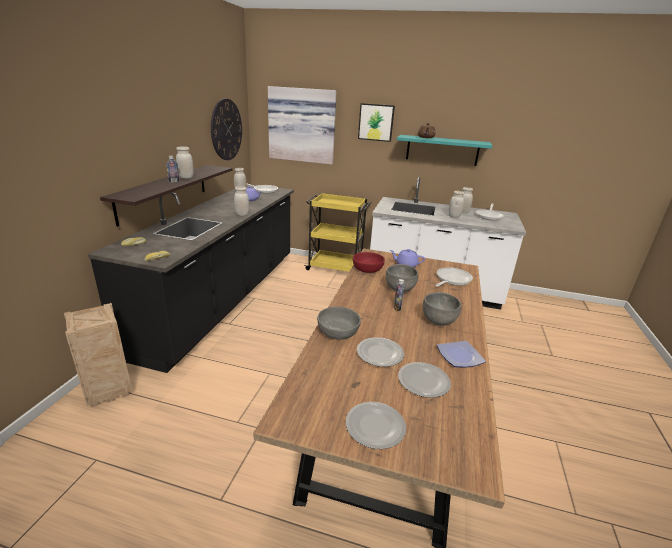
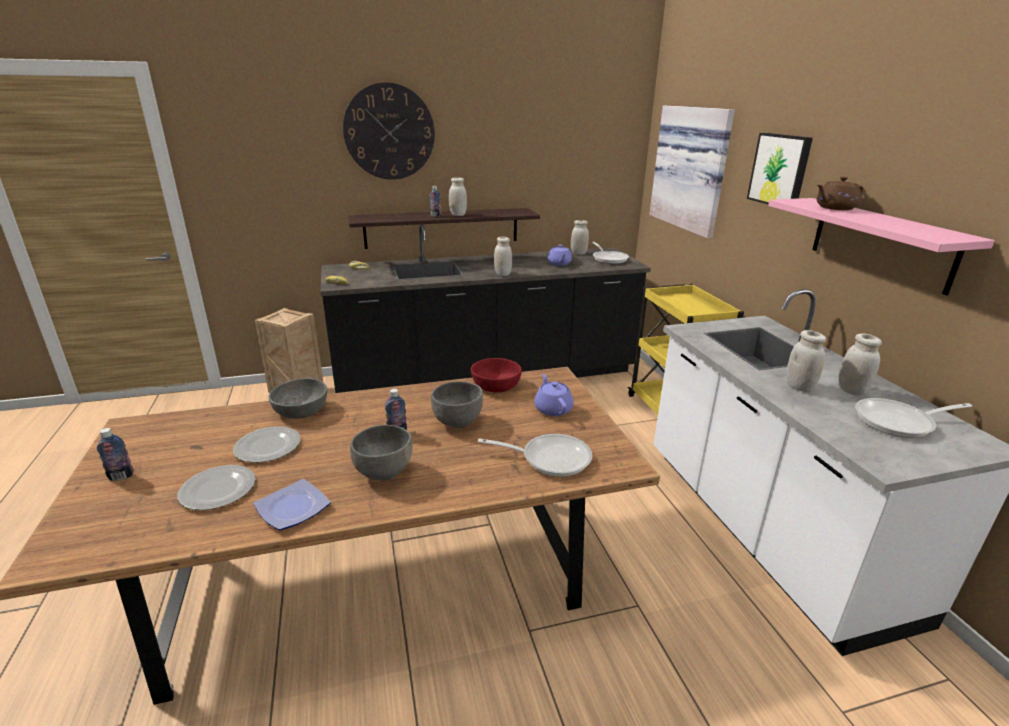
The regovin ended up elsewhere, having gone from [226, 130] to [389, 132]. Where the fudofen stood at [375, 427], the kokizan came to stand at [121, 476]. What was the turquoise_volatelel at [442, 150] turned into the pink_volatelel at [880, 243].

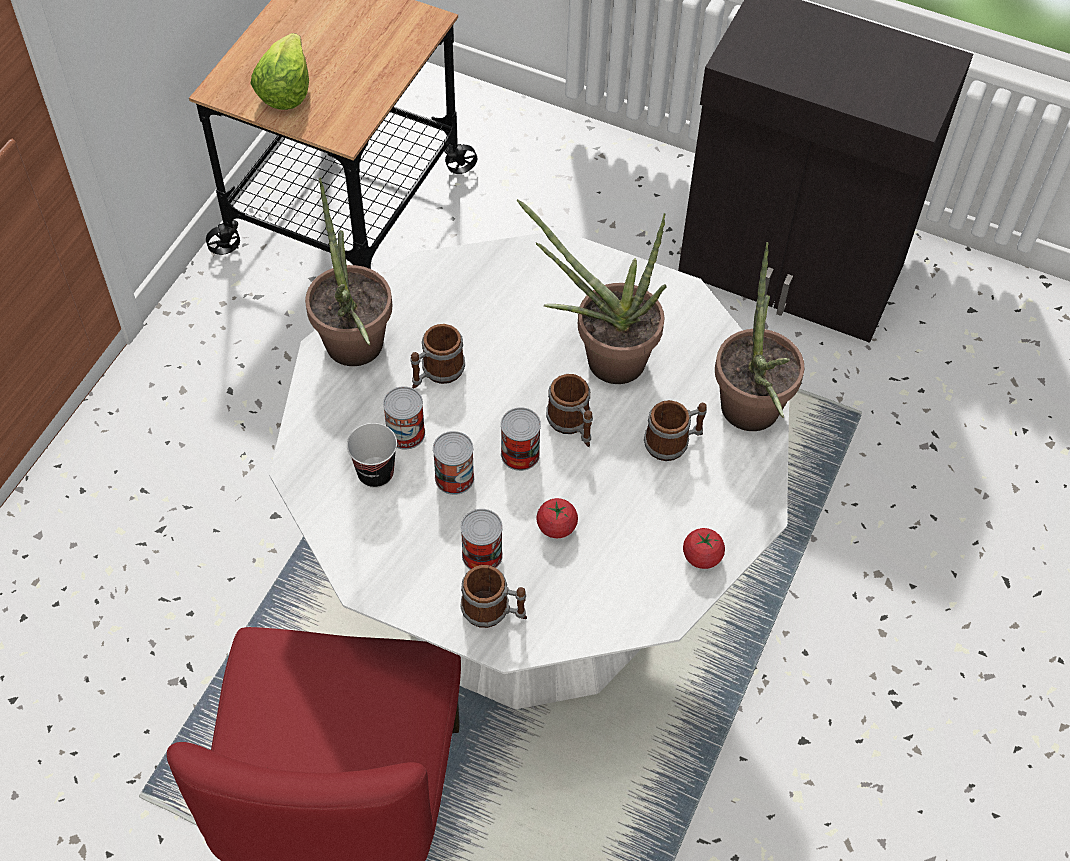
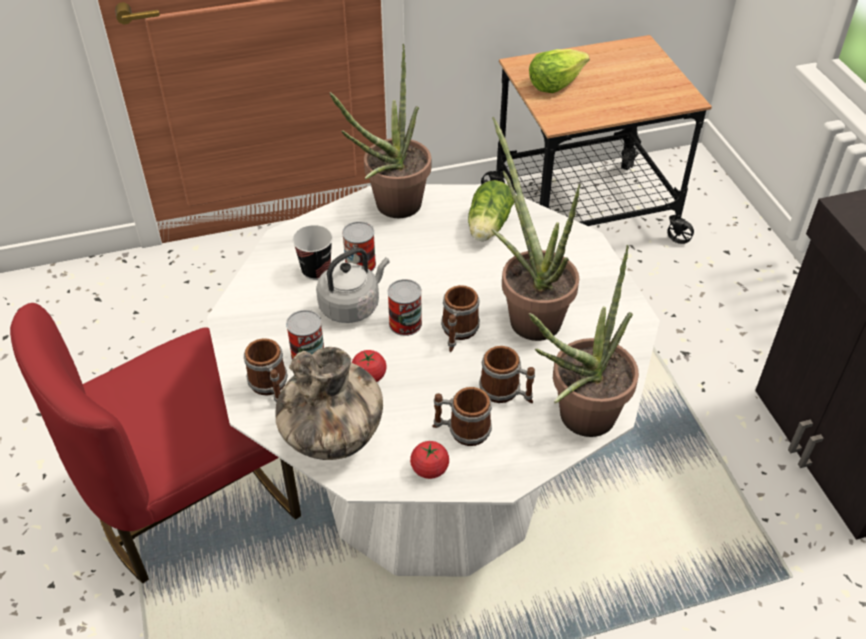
The second view gained the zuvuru at [334, 439]. The second view gained the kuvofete at [487, 227]. The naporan ended up elsewhere, having gone from [436, 373] to [461, 430]. Where the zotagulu stood at [454, 478], the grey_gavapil came to stand at [352, 305].

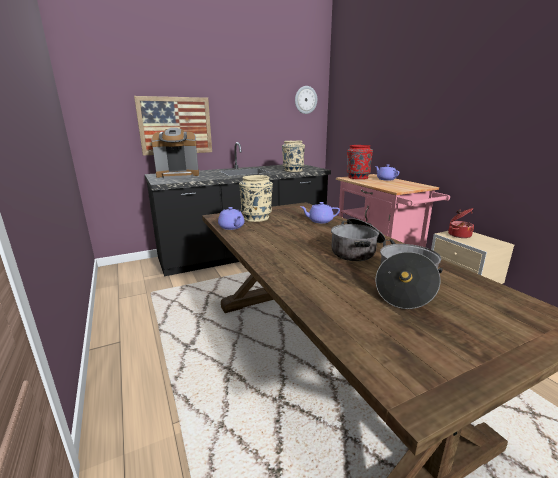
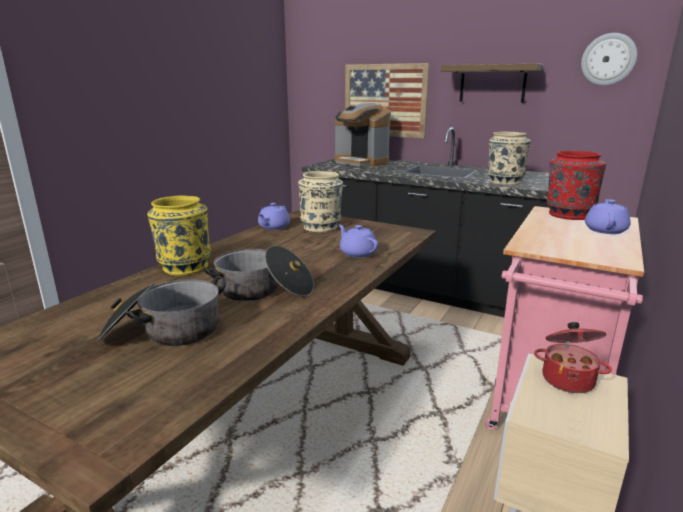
The second view gained the yellow_zuvuru at [184, 267]. The second view gained the volatelel at [492, 83].

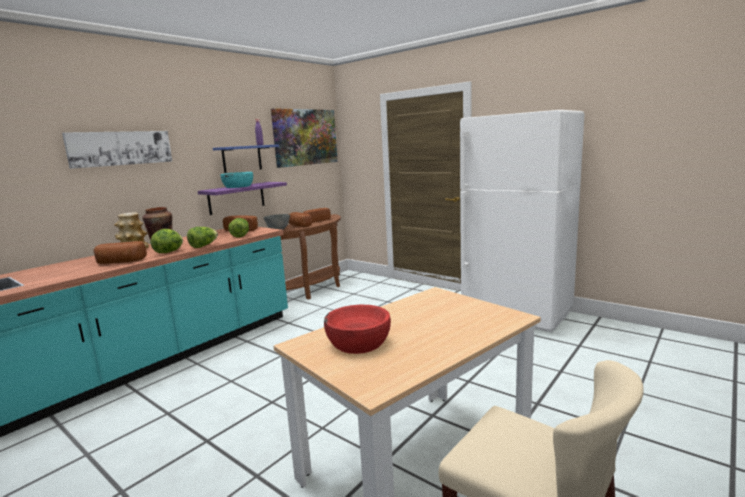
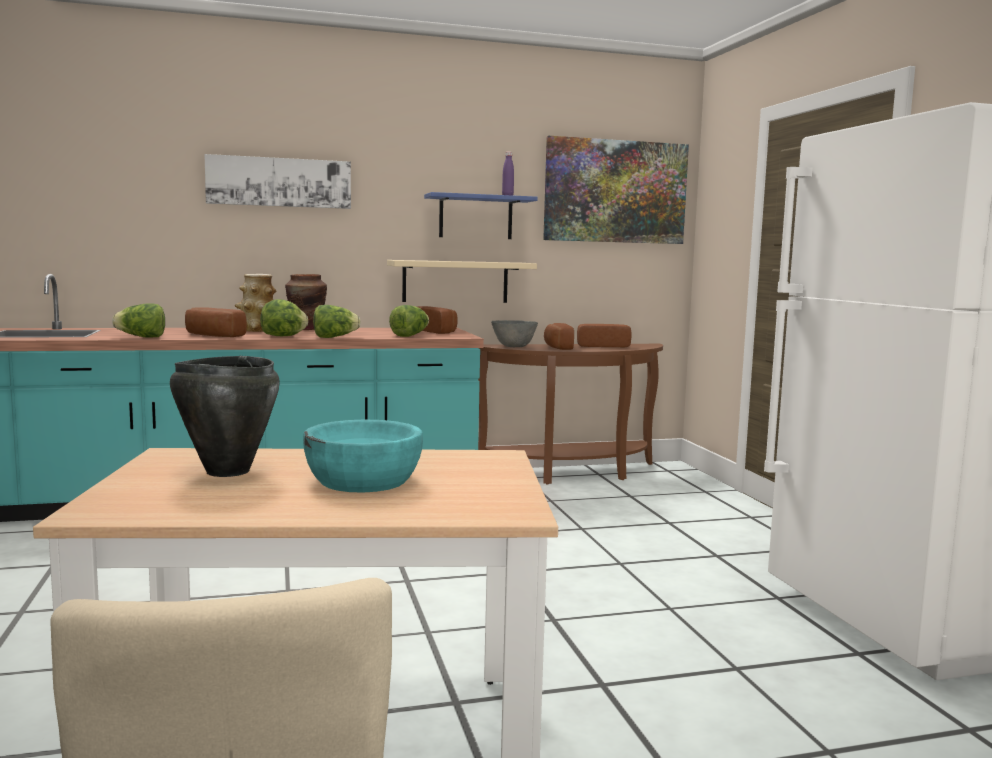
The second view gained the kuvofete at [142, 337]. The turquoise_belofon ended up elsewhere, having gone from [238, 186] to [363, 480]. Where the red_belofon stood at [358, 342], the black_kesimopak came to stand at [226, 471]. What was the purple_volatelel at [236, 198] turned into the beige_volatelel at [455, 281].

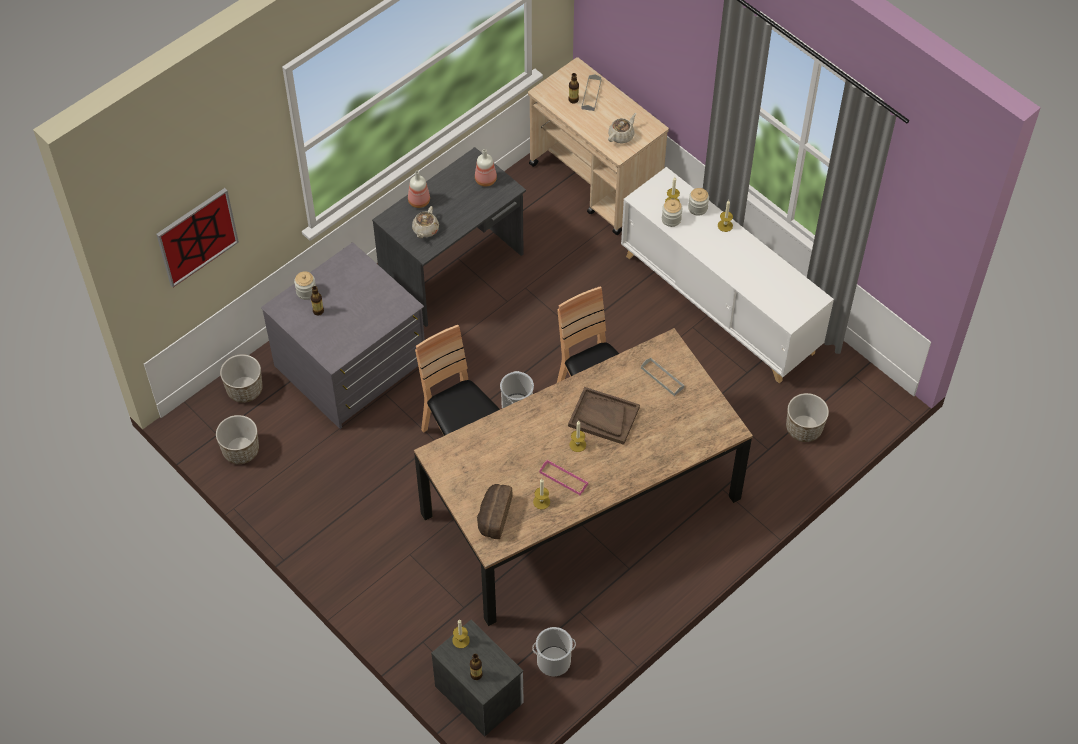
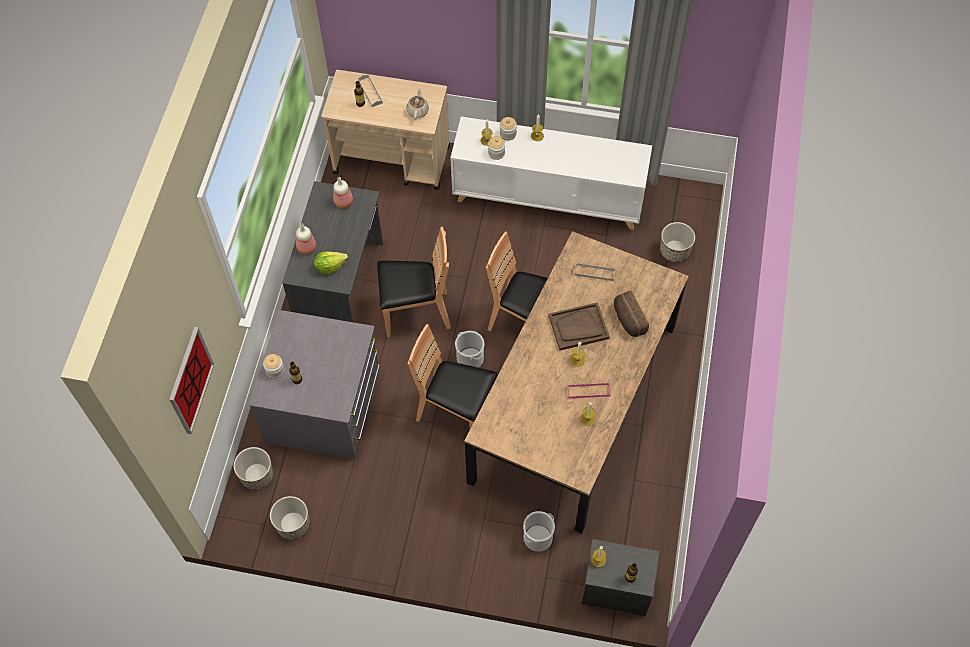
The second view gained the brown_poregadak at [415, 312]. The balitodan ended up elsewhere, having gone from [493, 516] to [628, 320]. The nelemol ended up elsewhere, having gone from [553, 661] to [538, 538]. Where the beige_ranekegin stood at [425, 230], the kuvofete came to stand at [330, 267].

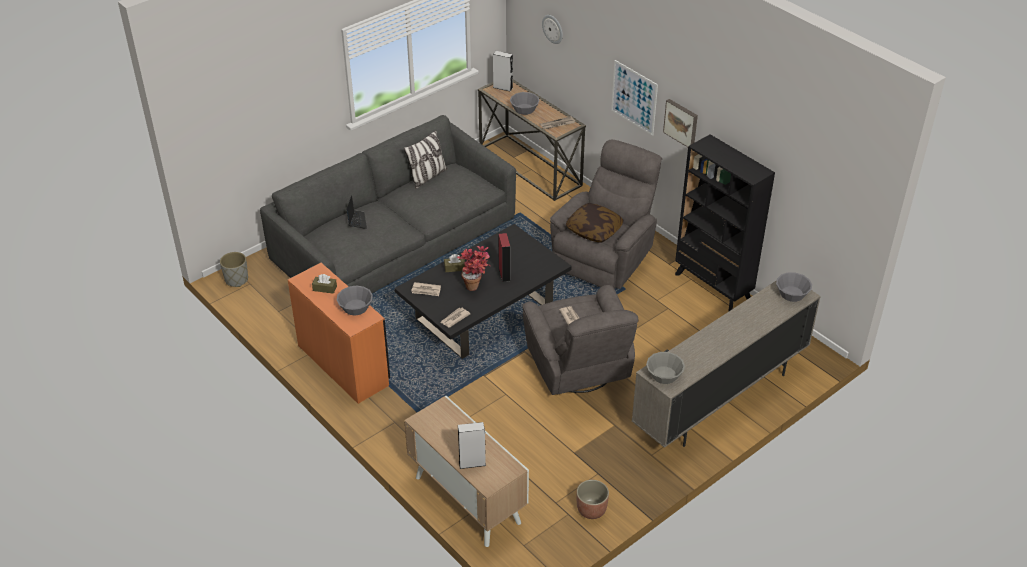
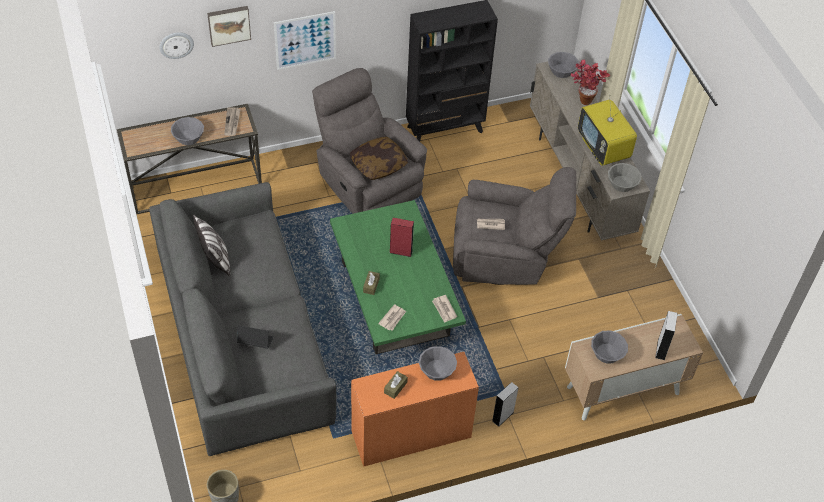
The second view lost the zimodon at [591, 510]. The second view gained the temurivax at [603, 149]. The second view gained the grey_belofon at [607, 353]. The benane ended up elsewhere, having gone from [476, 285] to [584, 98]. The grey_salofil ended up elsewhere, having gone from [503, 87] to [503, 416]. The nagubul ended up elsewhere, having gone from [681, 123] to [229, 24]. What was the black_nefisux at [484, 311] turned into the green_nefisux at [393, 297].

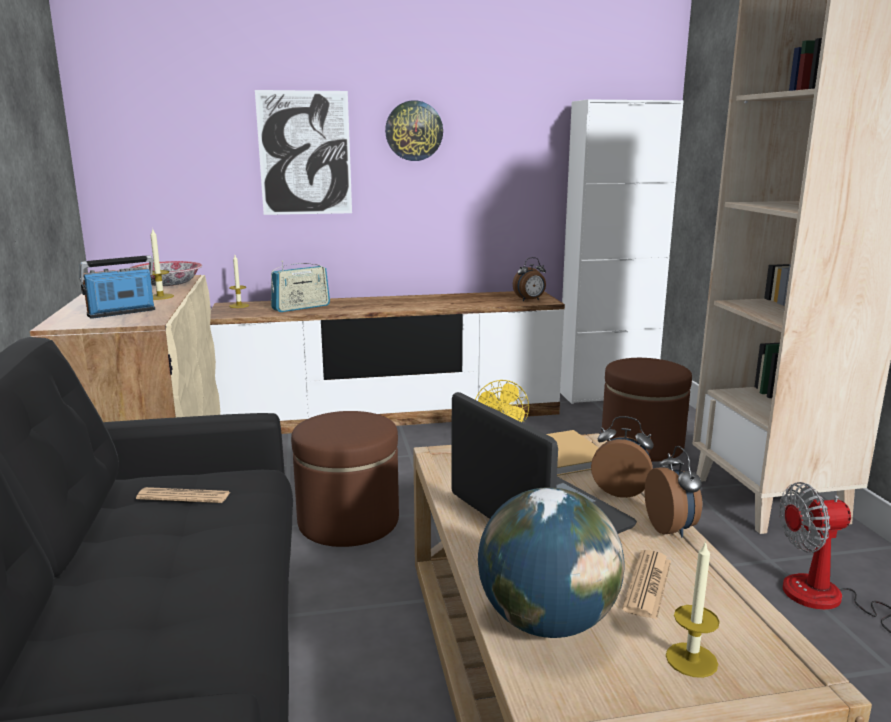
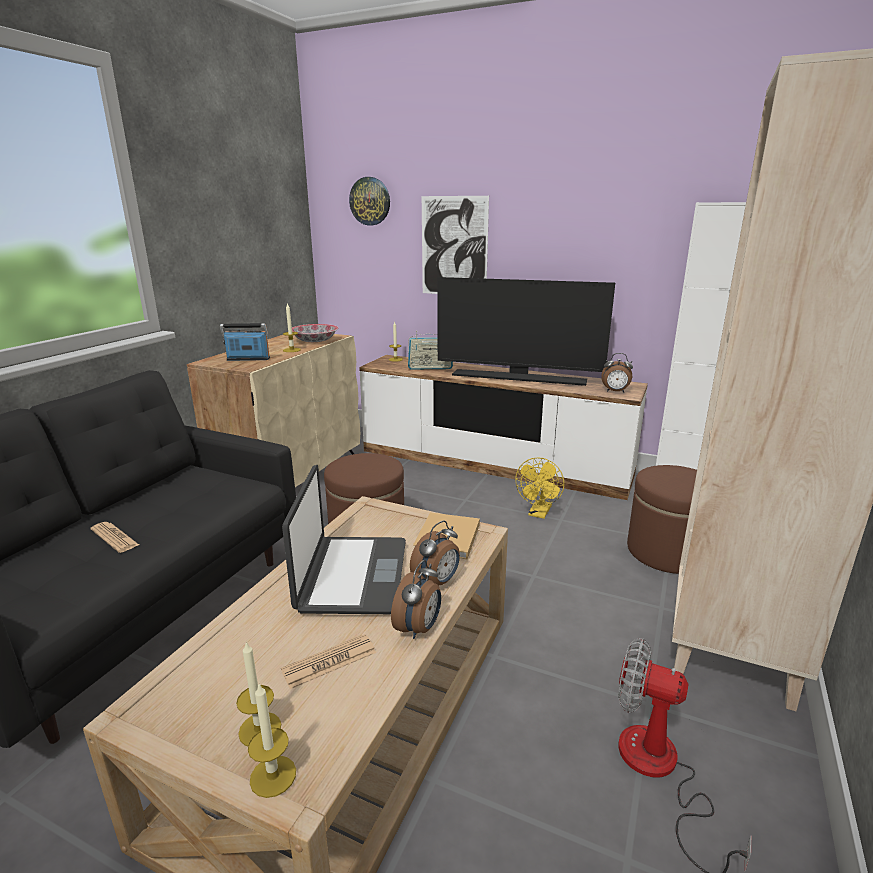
The second view lost the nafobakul at [546, 622]. The second view gained the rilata at [273, 776]. The second view gained the temurivax at [519, 378]. The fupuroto ended up elsewhere, having gone from [184, 496] to [114, 537]. The regovin ended up elsewhere, having gone from [414, 131] to [370, 201]. The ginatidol at [621, 491] ended up facing another way, 75 degrees clockwise from before.

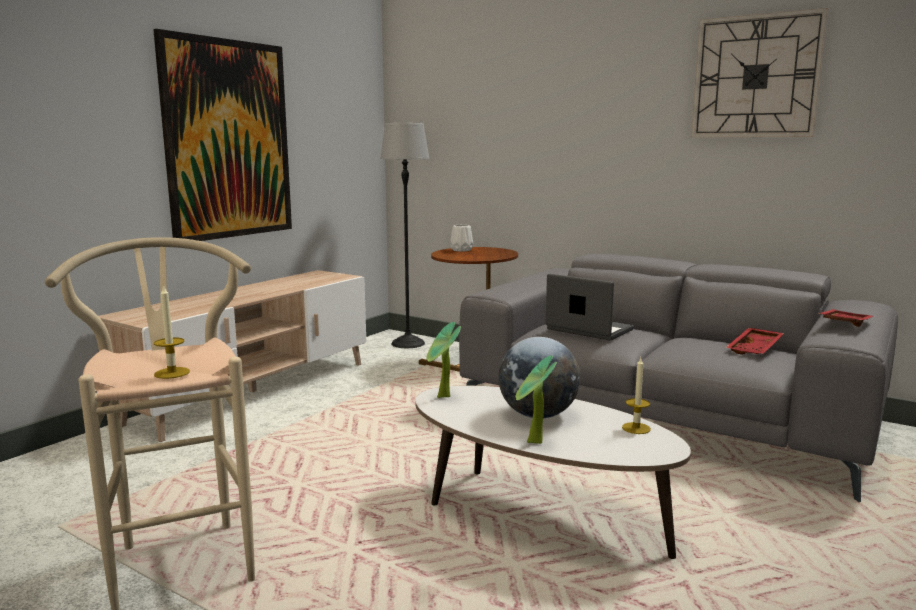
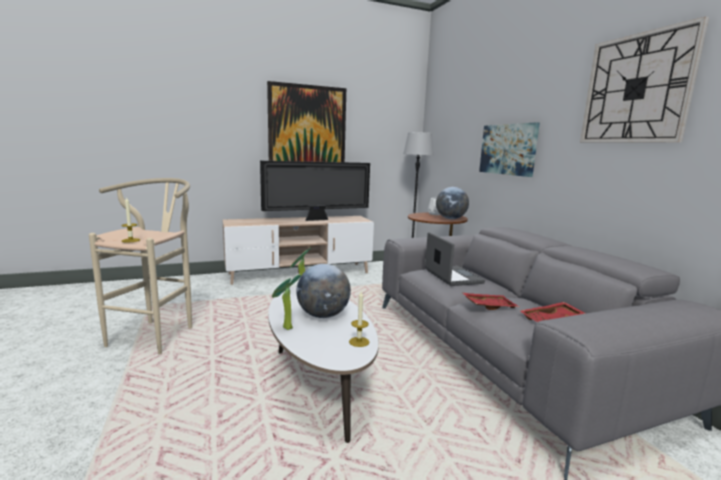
The second view gained the temurivax at [317, 219]. The second view gained the nafobakul at [450, 219]. The second view gained the nagubul at [508, 149]. The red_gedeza ended up elsewhere, having gone from [843, 324] to [488, 306].

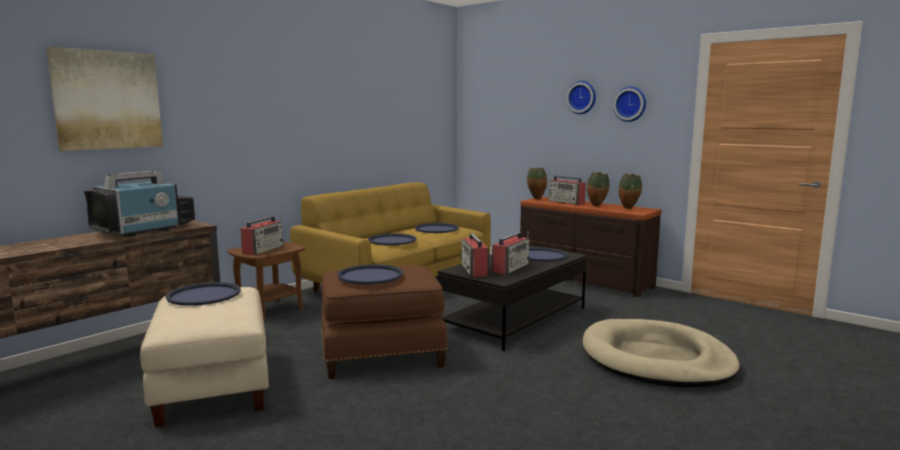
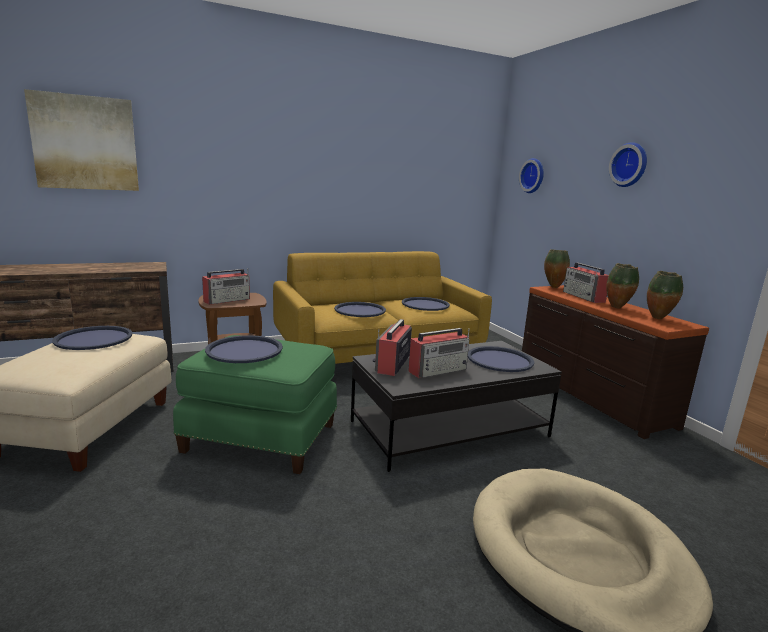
The second view lost the temurivax at [145, 230]. The regovin ended up elsewhere, having gone from [630, 104] to [533, 176]. What was the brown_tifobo at [382, 354] turned into the green_tifobo at [262, 436].

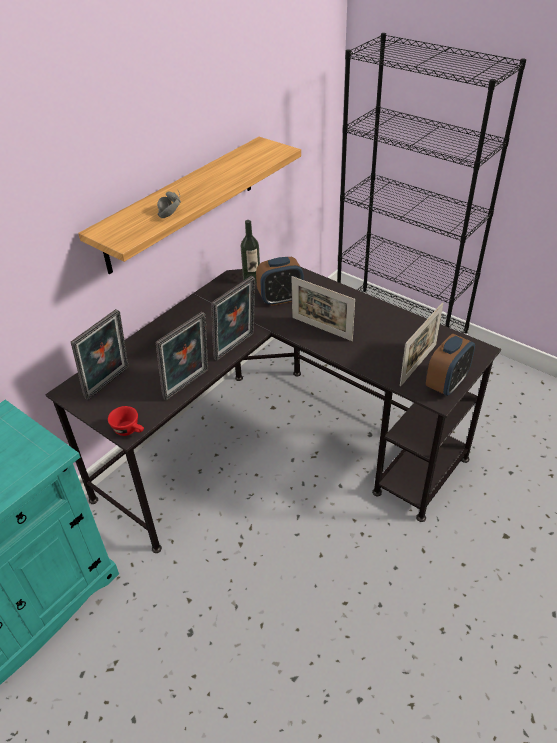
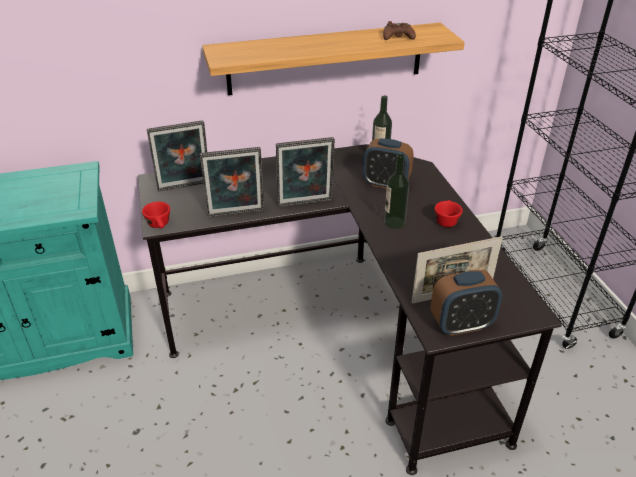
The second view lost the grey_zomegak at [169, 208]. The second view gained the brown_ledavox at [398, 37]. The second view gained the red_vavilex at [446, 220]. Where the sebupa stood at [321, 329], the kokizan came to stand at [394, 222].

